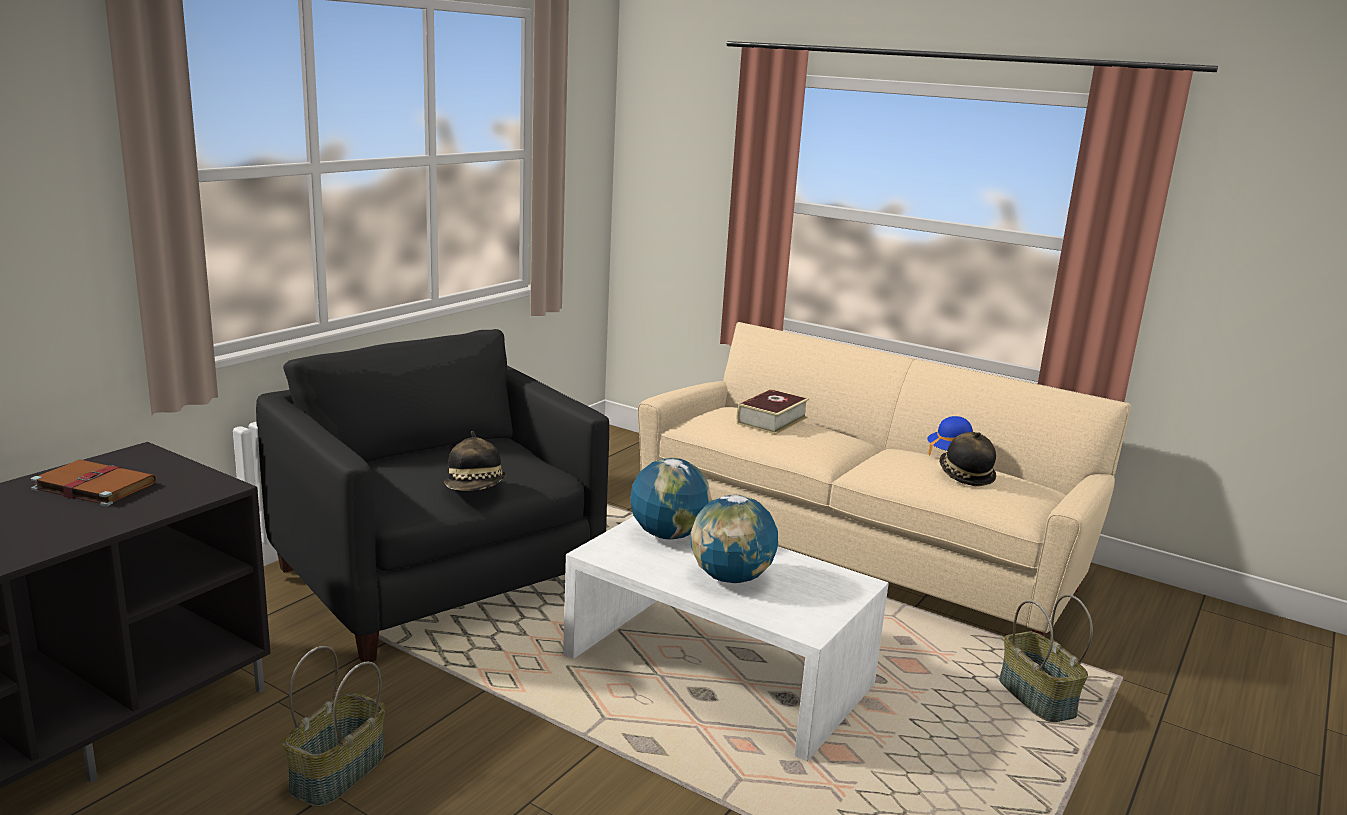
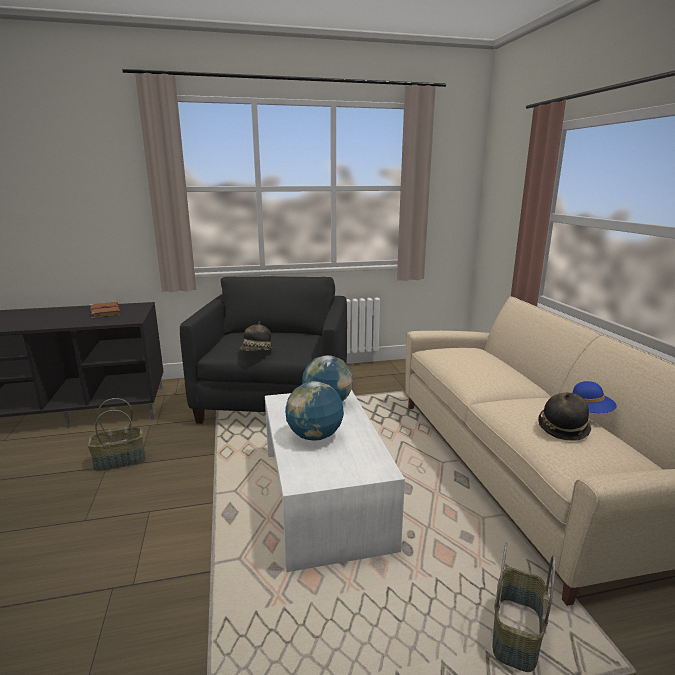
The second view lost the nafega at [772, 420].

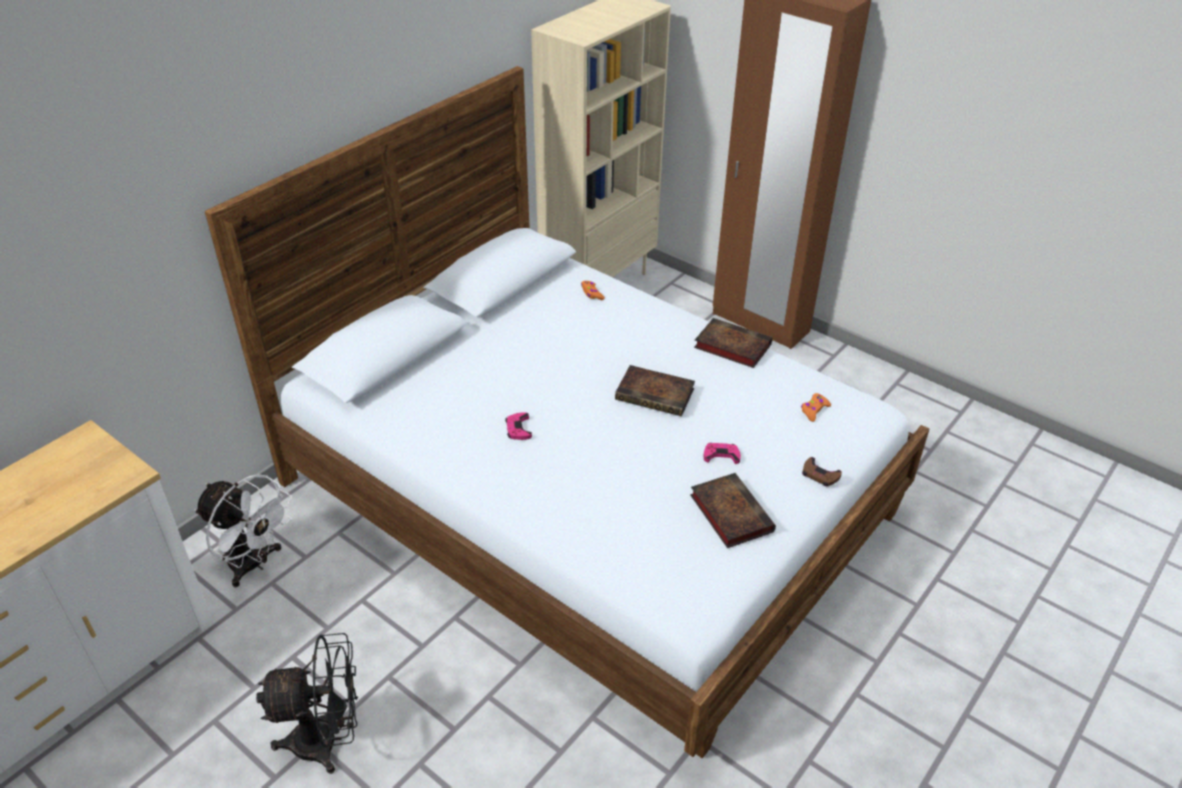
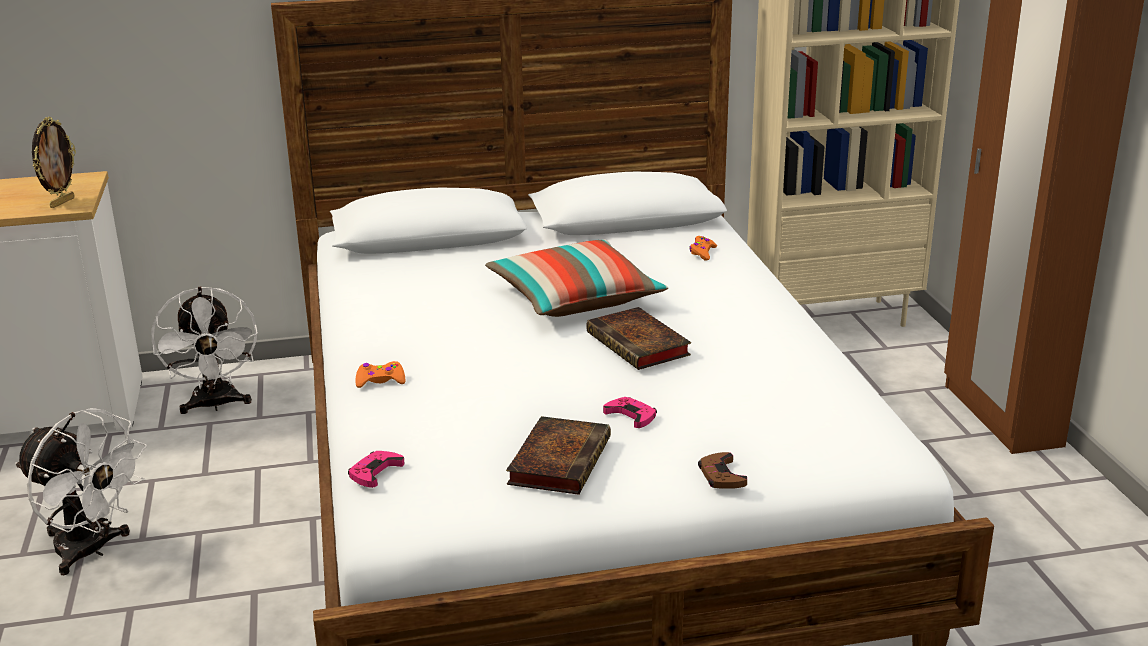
The second view lost the nafega at [730, 346]. The second view gained the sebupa at [61, 202]. The second view gained the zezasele at [575, 299]. The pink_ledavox ended up elsewhere, having gone from [518, 429] to [375, 472]. The orange_ledavox ended up elsewhere, having gone from [814, 410] to [380, 380]. What was the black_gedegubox at [327, 741] turned into the white_gedegubox at [91, 551].

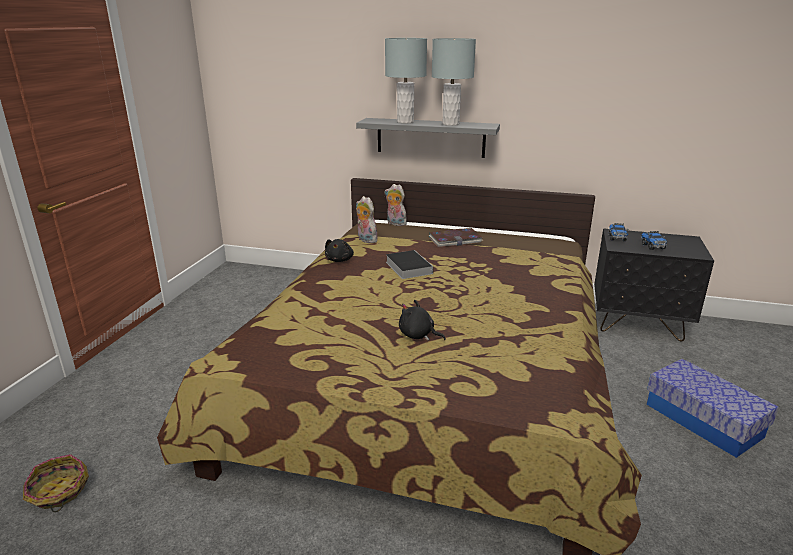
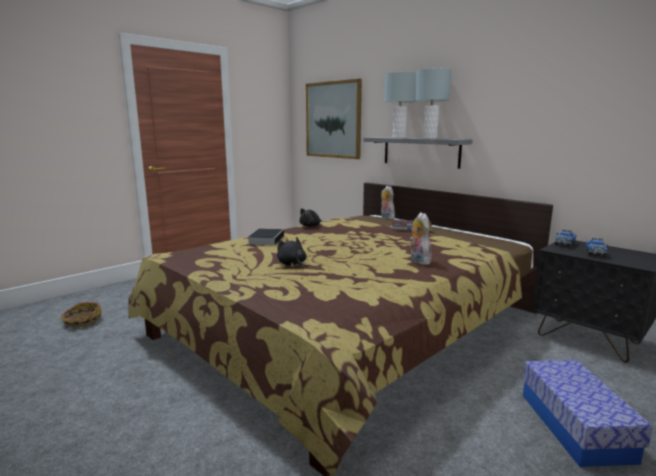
The second view gained the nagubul at [333, 120]. The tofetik ended up elsewhere, having gone from [365, 240] to [418, 261]. The nafega ended up elsewhere, having gone from [407, 267] to [266, 239].

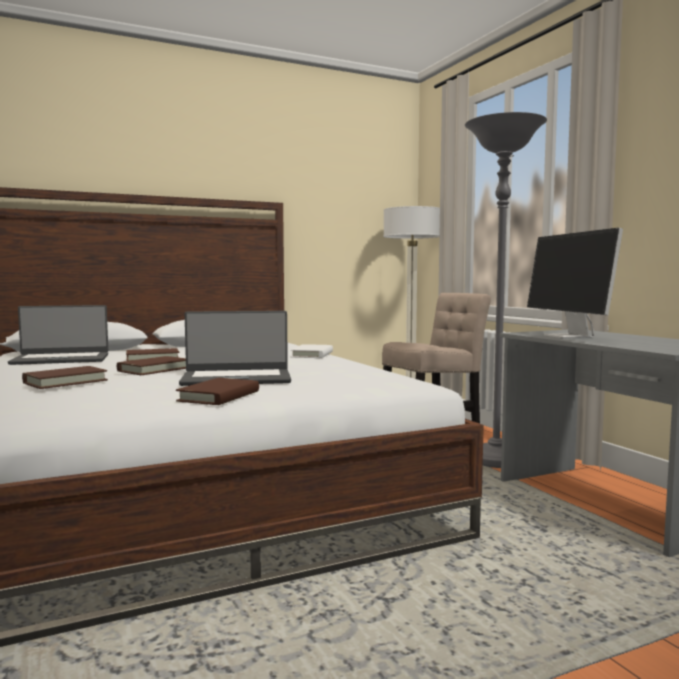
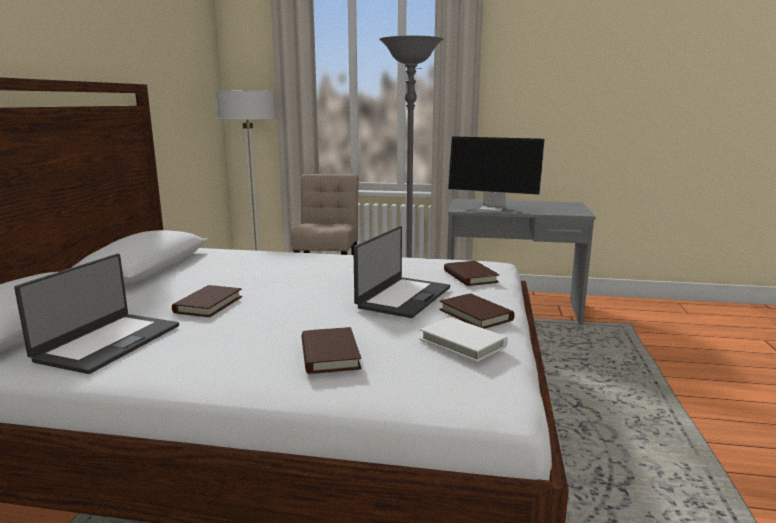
The brown_nafega ended up elsewhere, having gone from [154, 369] to [470, 276]. The white_nafega ended up elsewhere, having gone from [312, 354] to [462, 343].

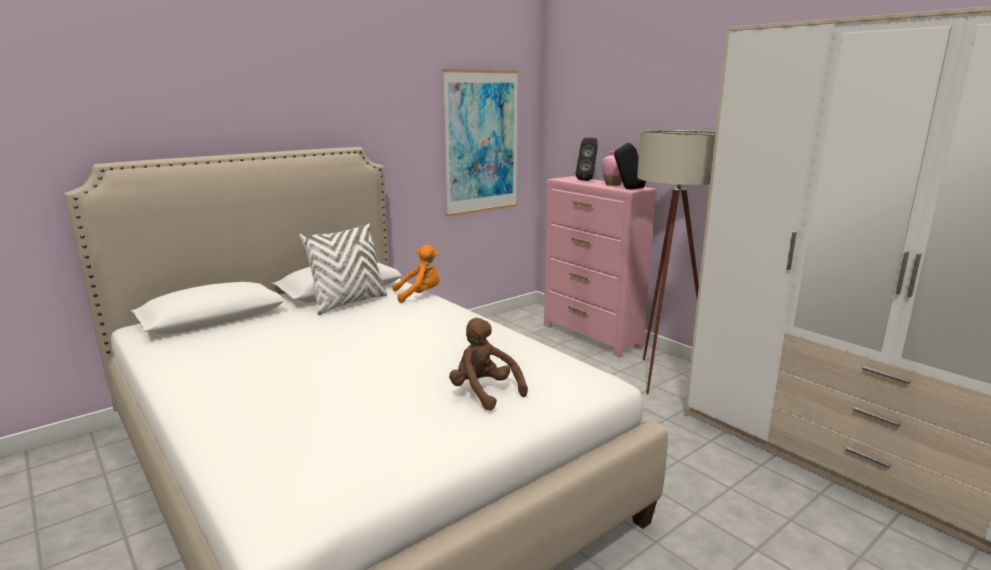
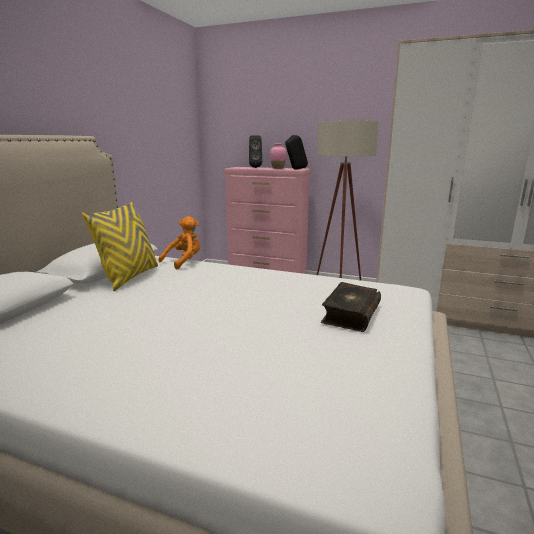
The second view lost the nagubul at [481, 142]. Where the brown_tofetik stood at [484, 392], the nafega came to stand at [350, 314]. What was the white_zezasele at [349, 303] turned into the yellow_zezasele at [129, 277].

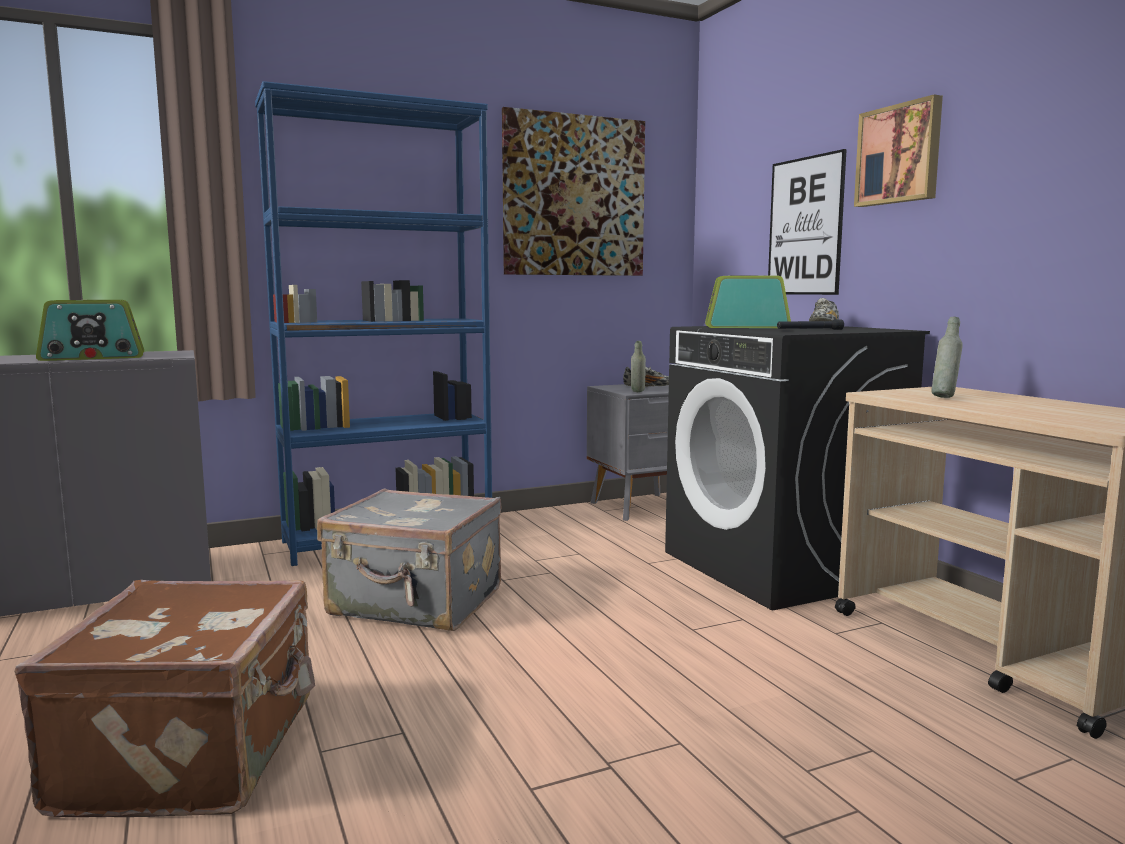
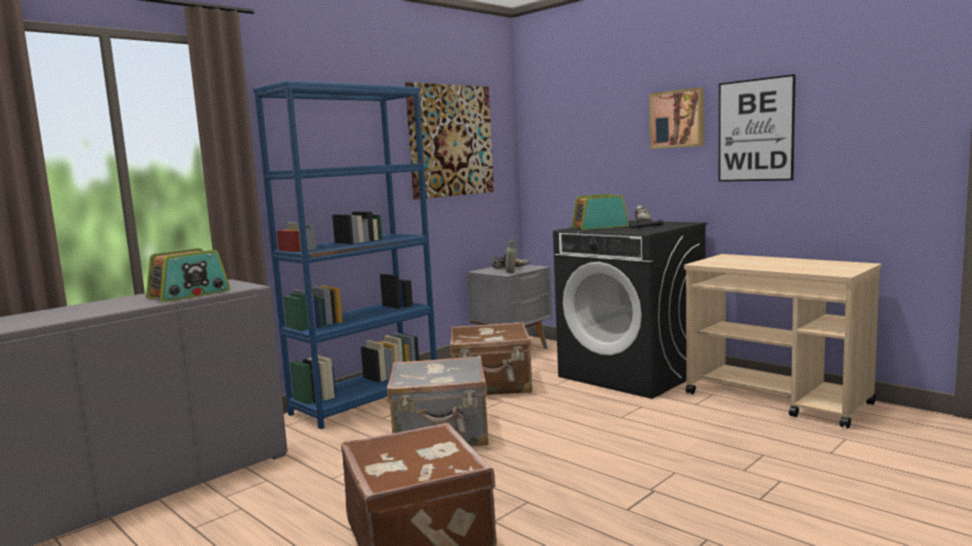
The second view lost the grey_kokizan at [944, 397]. The second view gained the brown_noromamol at [492, 386]. The nagubul ended up elsewhere, having gone from [805, 226] to [755, 130].

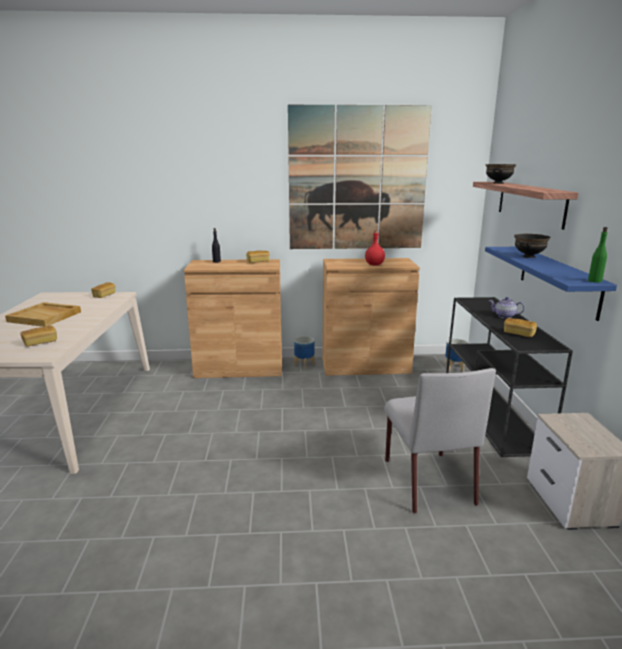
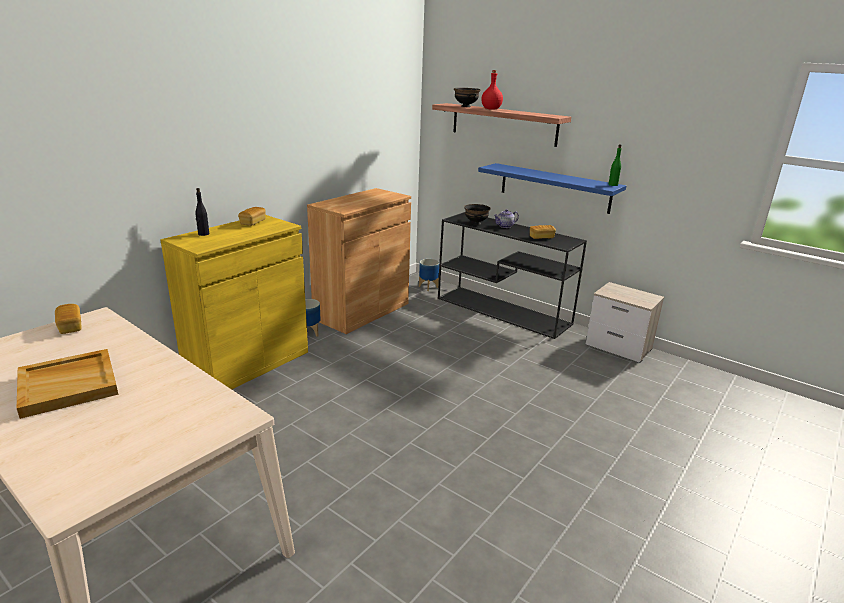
The second view lost the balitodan at [40, 343]. The second view lost the nagubul at [357, 179]. The second view lost the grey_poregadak at [427, 480]. The red_kokizan ended up elsewhere, having gone from [374, 264] to [491, 109]. The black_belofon ended up elsewhere, having gone from [529, 256] to [476, 223]. What was the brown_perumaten at [239, 368] turned into the yellow_perumaten at [248, 363].

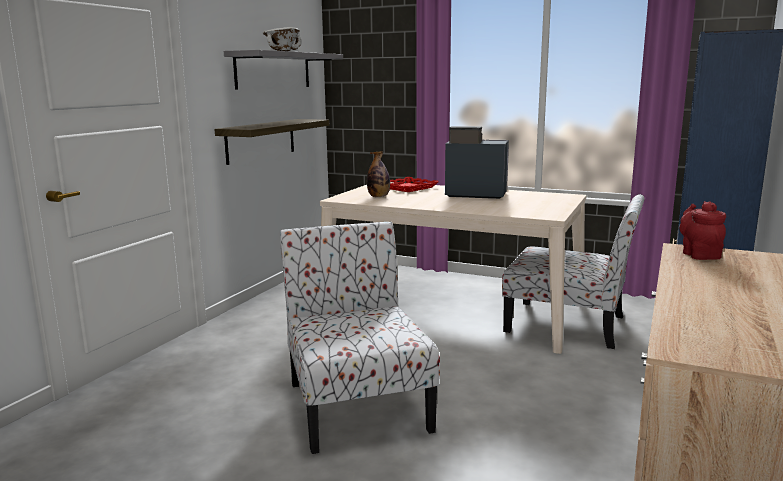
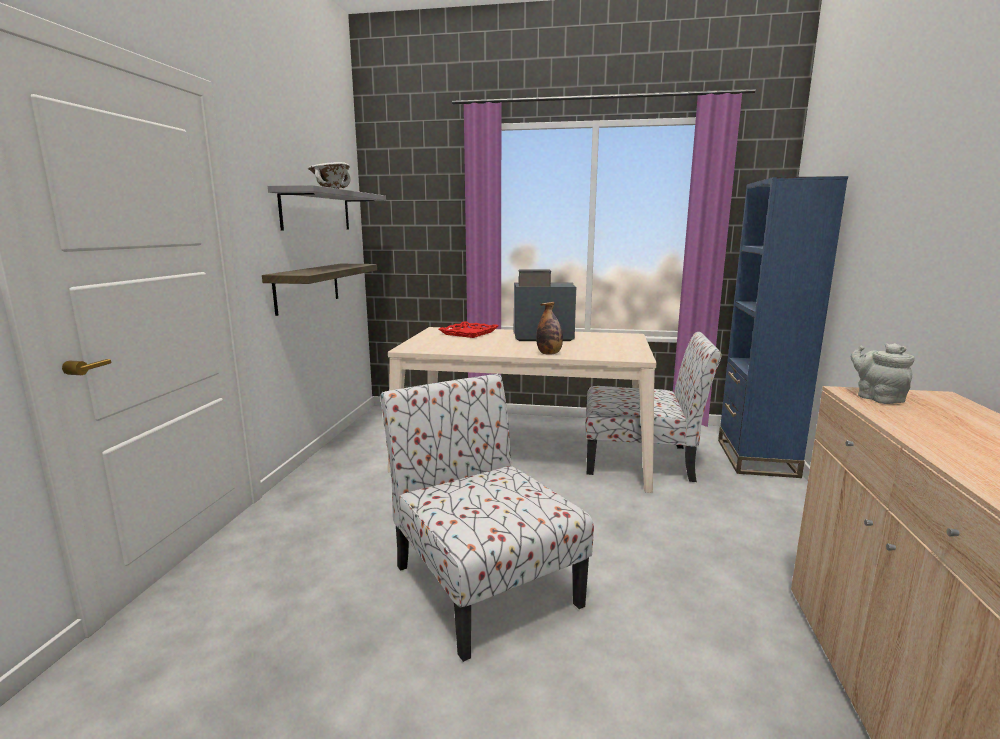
The kokizan ended up elsewhere, having gone from [378, 197] to [549, 354]. What was the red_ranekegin at [699, 254] turned into the grey_ranekegin at [876, 398].

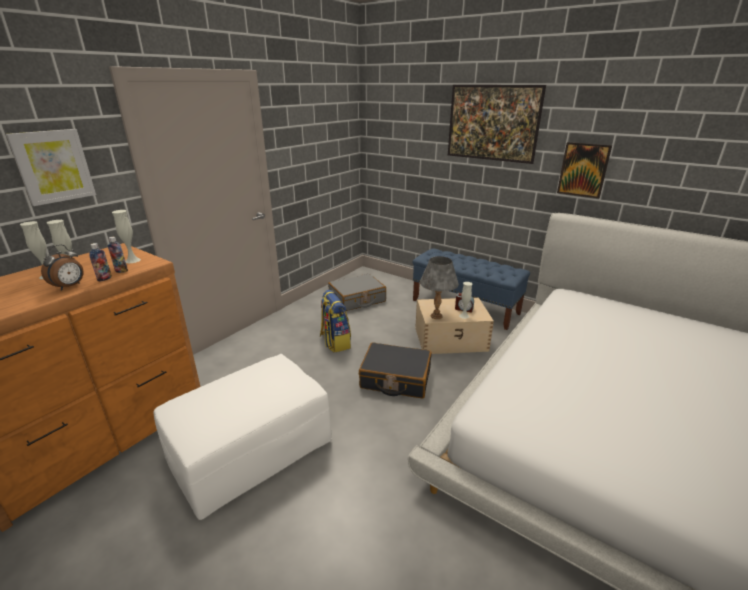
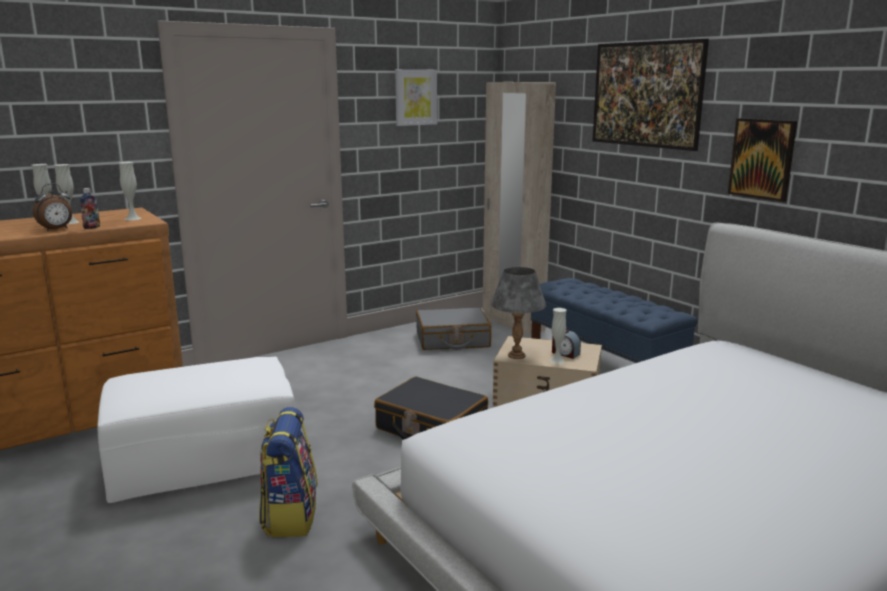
The second view lost the kokizan at [121, 271]. The second view gained the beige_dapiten at [512, 323]. The nagubul ended up elsewhere, having gone from [53, 166] to [415, 97]. The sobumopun ended up elsewhere, having gone from [335, 342] to [289, 516].

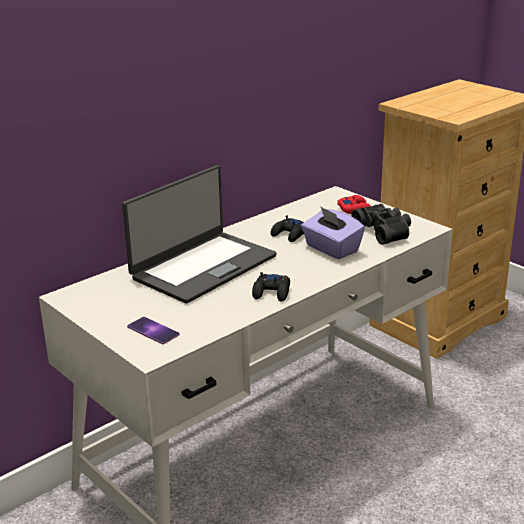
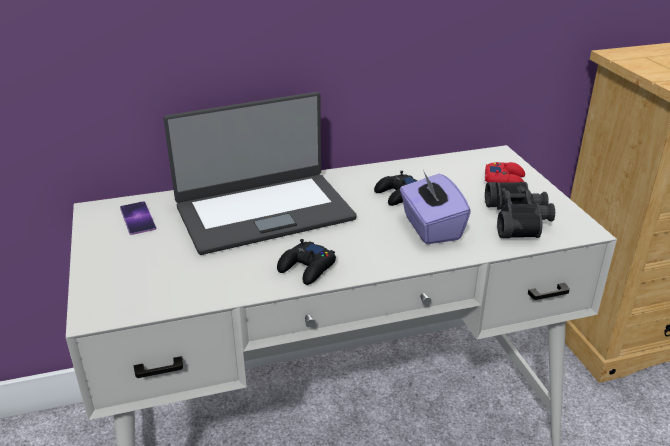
The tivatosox ended up elsewhere, having gone from [153, 330] to [137, 218].

